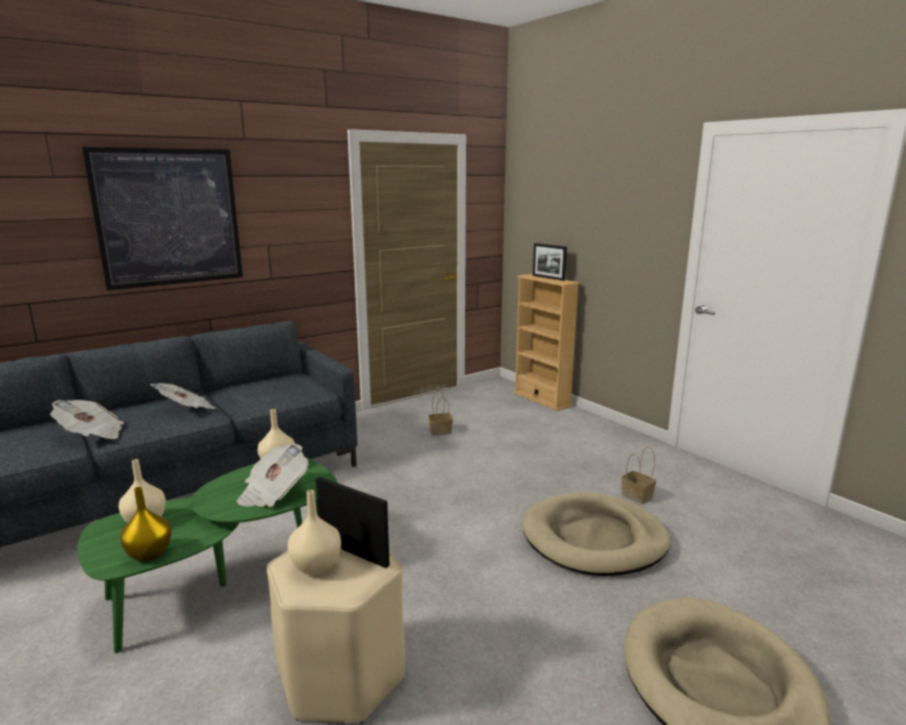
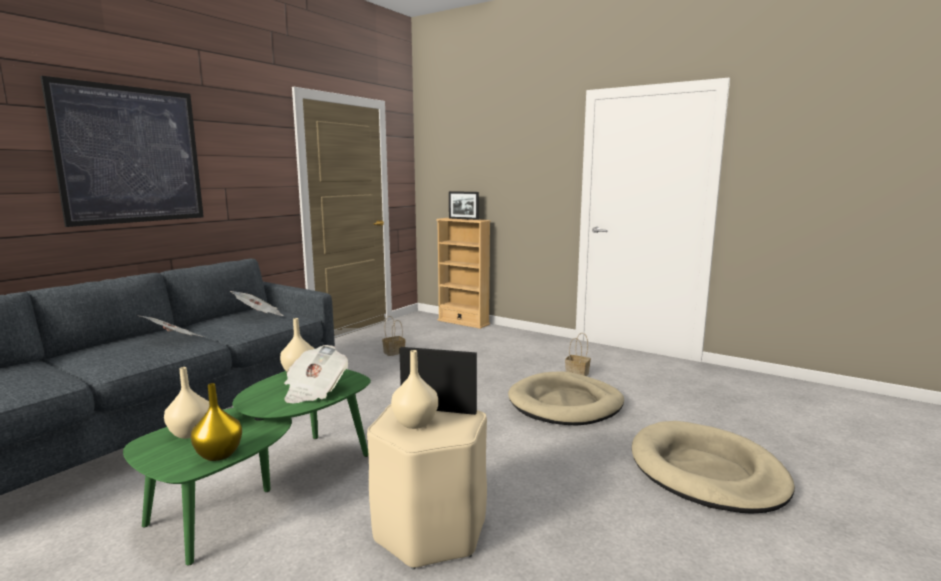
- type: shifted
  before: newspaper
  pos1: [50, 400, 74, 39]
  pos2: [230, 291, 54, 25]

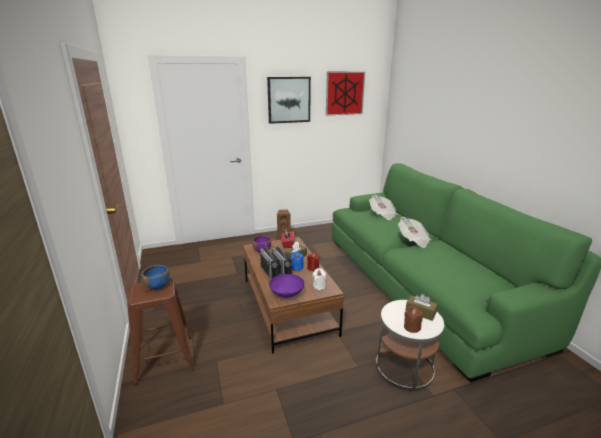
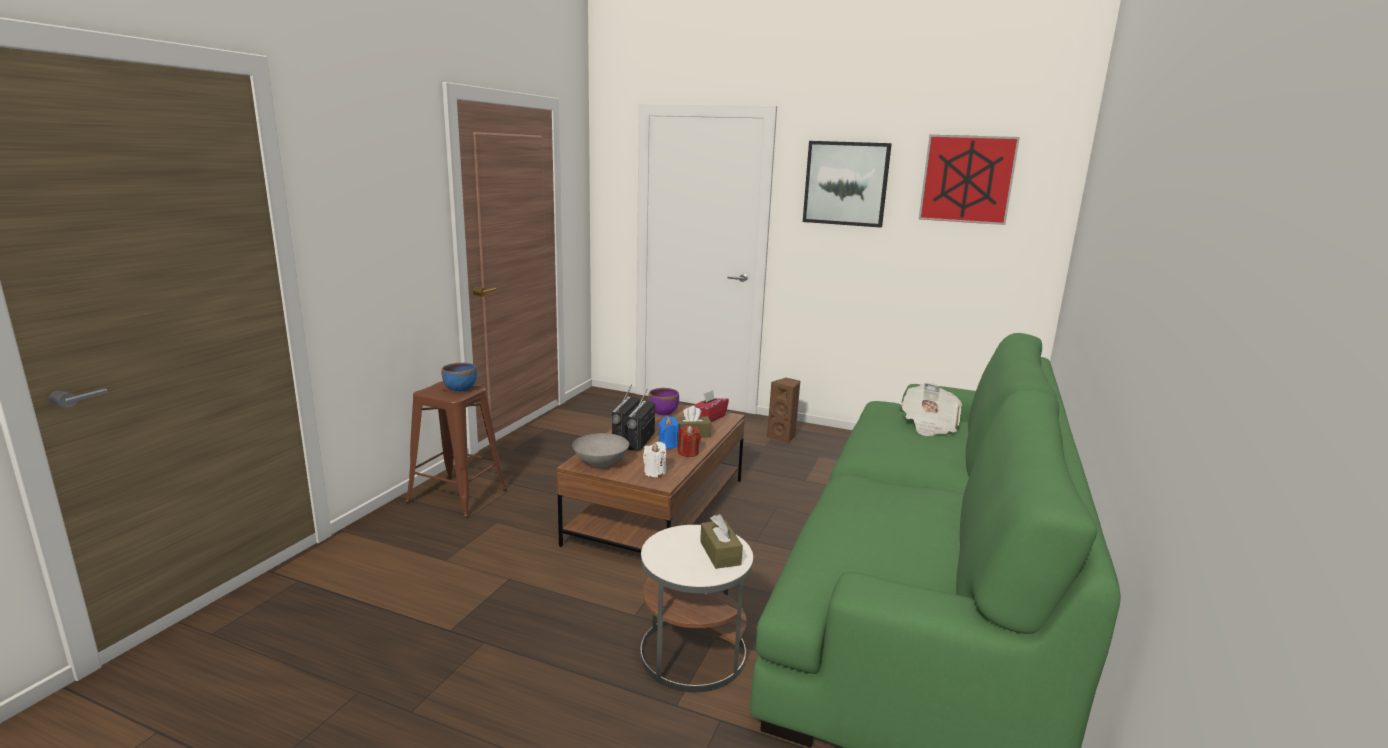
- type: repainted
  before: purple bowl
  after: grey bowl
  pos1: [269, 274, 36, 24]
  pos2: [572, 433, 57, 34]
- type: gone
  before: newspaper
  pos1: [398, 217, 33, 31]
- type: gone
  before: brown candle
  pos1: [404, 306, 19, 27]

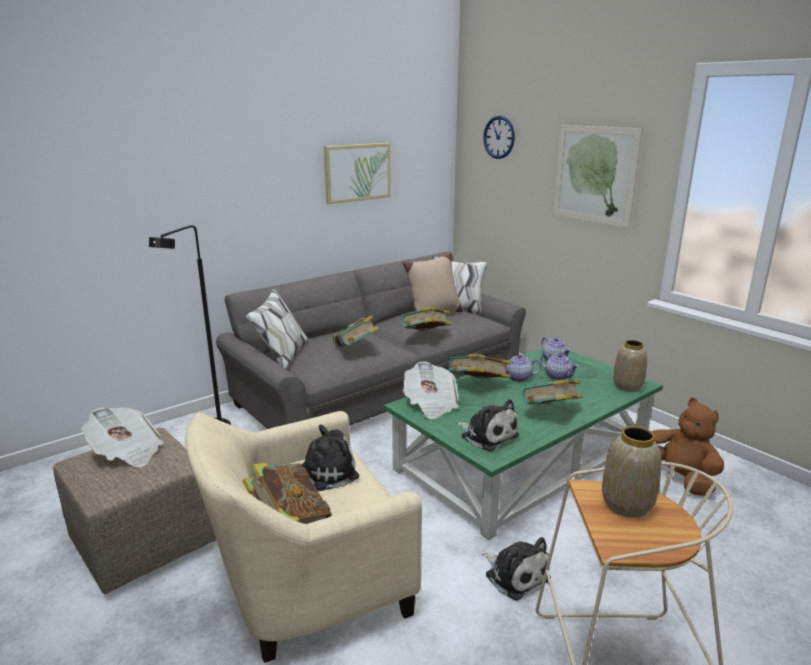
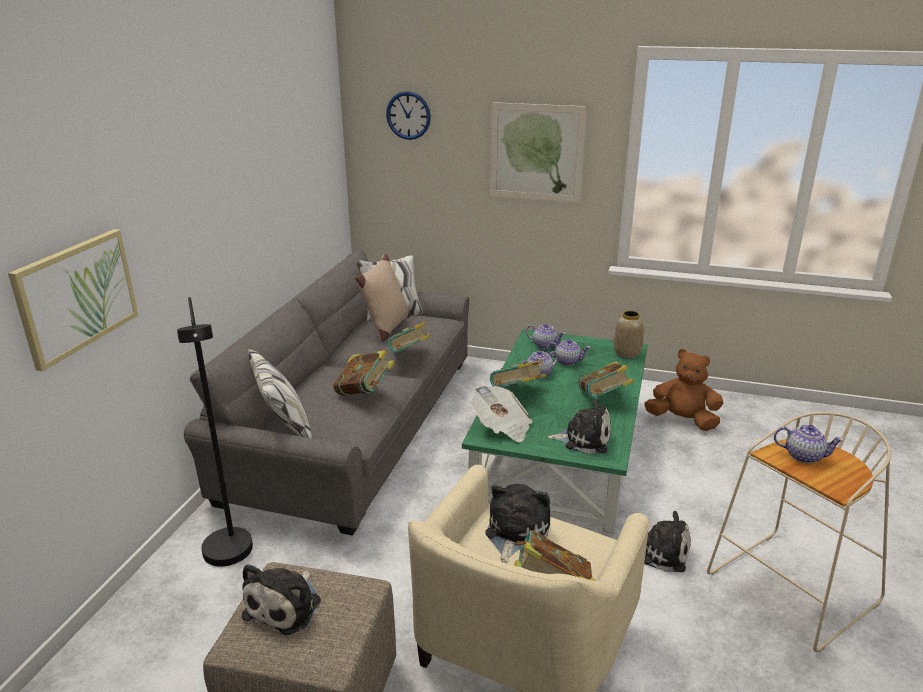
- type: shifted
  before: picture
  pos1: [324, 143, 67, 61]
  pos2: [8, 229, 130, 142]
- type: swapped
  before: newspaper
  after: plush toy
  pos1: [82, 407, 82, 60]
  pos2: [242, 564, 79, 71]
- type: swapped
  before: vase
  after: teapot
  pos1: [602, 426, 60, 92]
  pos2: [774, 425, 70, 38]

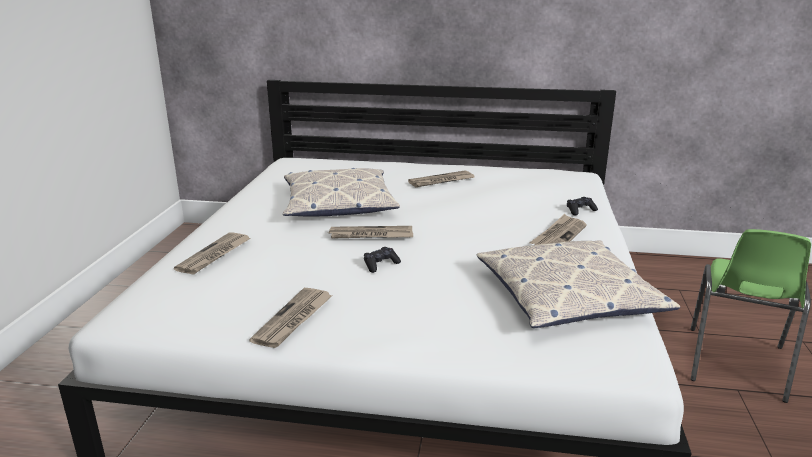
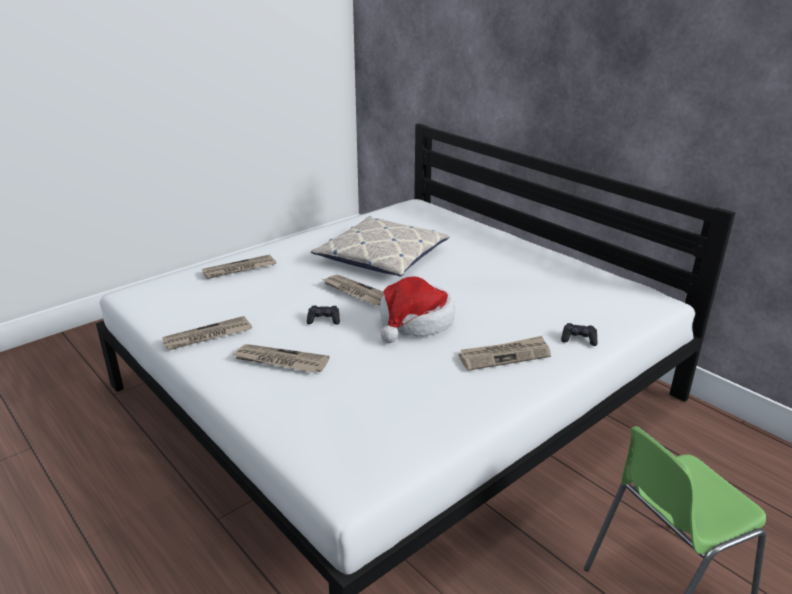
- type: shifted
  before: newspaper
  pos1: [408, 170, 67, 17]
  pos2: [234, 344, 95, 29]
- type: new
  after: hat
  pos2: [380, 276, 75, 67]
- type: gone
  before: pillow
  pos1: [477, 240, 203, 88]

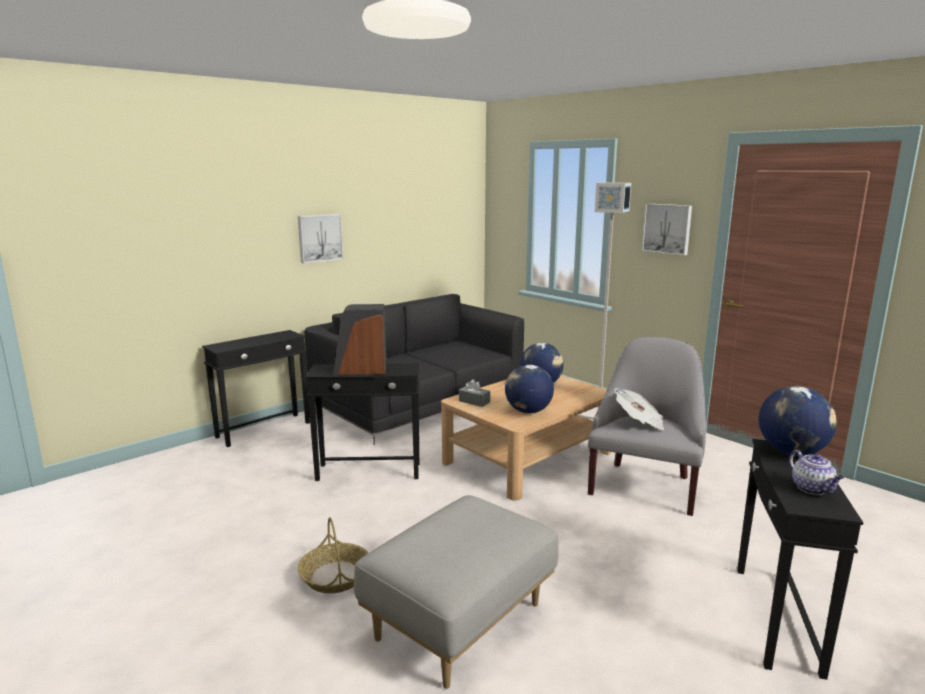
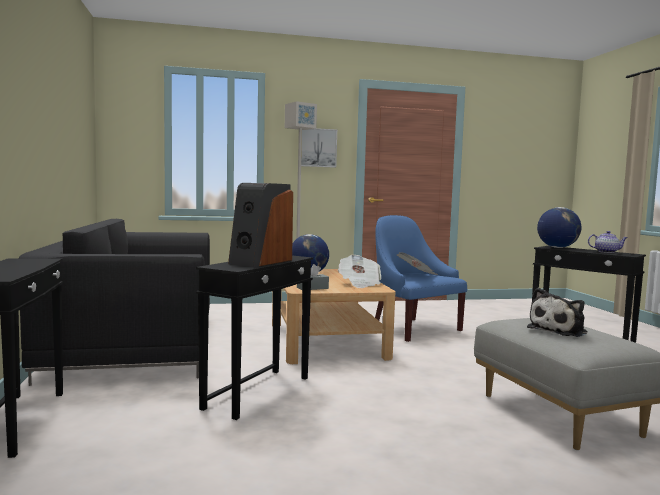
- type: swapped
  before: globe
  after: newspaper
  pos1: [505, 365, 49, 48]
  pos2: [338, 255, 43, 33]
- type: repainted
  before: grey armchair
  after: blue armchair
  pos1: [588, 337, 118, 179]
  pos2: [375, 215, 92, 127]
- type: new
  after: plush toy
  pos2: [527, 288, 60, 49]
- type: gone
  before: picture
  pos1: [298, 214, 45, 49]
- type: gone
  before: basket
  pos1: [298, 517, 70, 76]

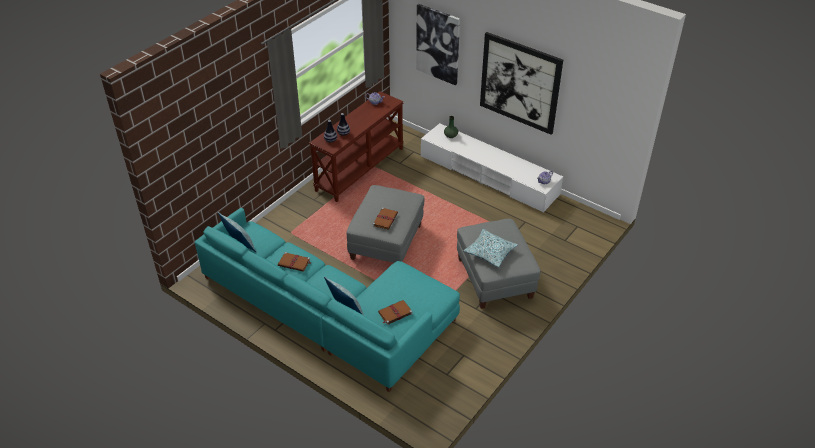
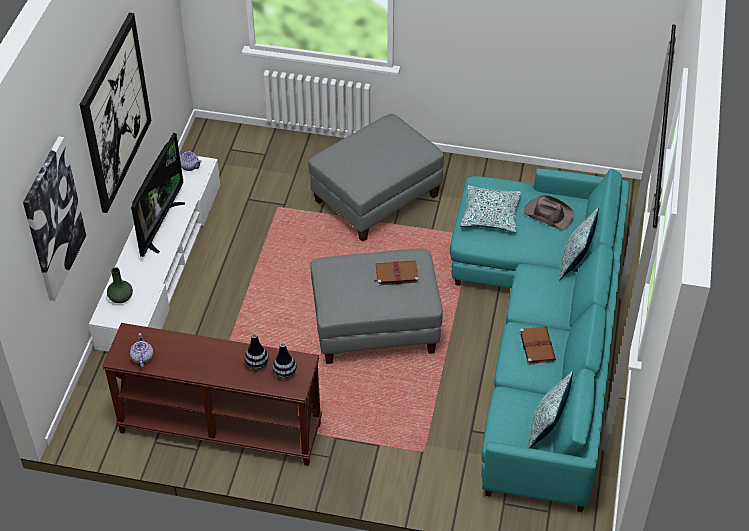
- type: new
  after: television
  pos2: [131, 133, 54, 124]
- type: shifted
  before: pillow
  pos1: [463, 229, 55, 38]
  pos2: [460, 185, 61, 48]
- type: swapped
  before: brown book
  after: brown hat
  pos1: [378, 300, 35, 25]
  pos2: [524, 195, 50, 35]

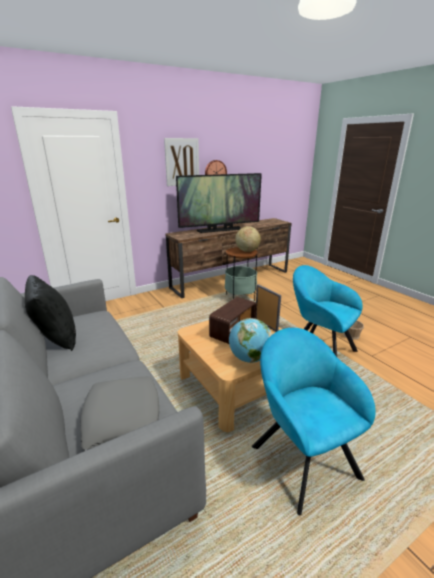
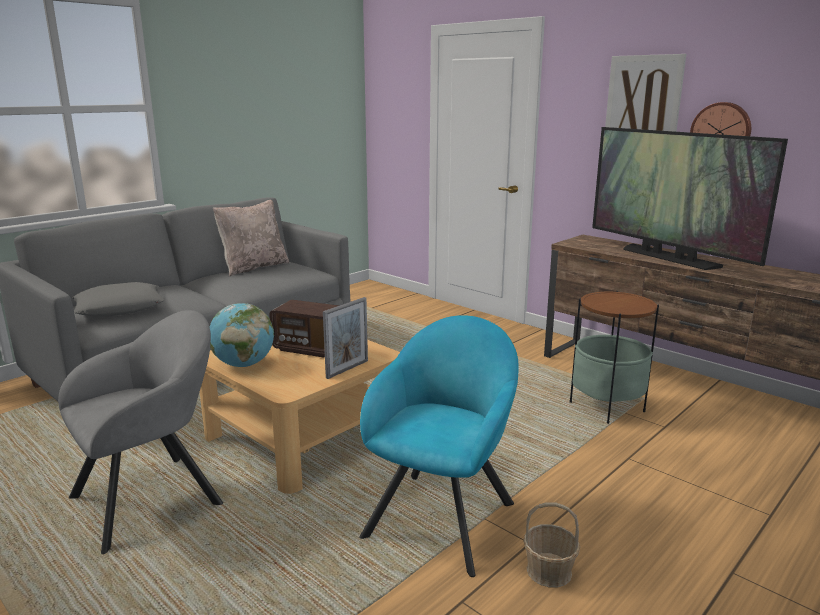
- type: repainted
  before: turquoise armchair
  after: grey armchair
  pos1: [252, 328, 124, 188]
  pos2: [58, 310, 165, 244]
- type: repainted
  before: black pillow
  after: beige pillow
  pos1: [24, 275, 52, 76]
  pos2: [213, 200, 76, 76]
- type: gone
  before: globe
  pos1: [235, 226, 26, 26]

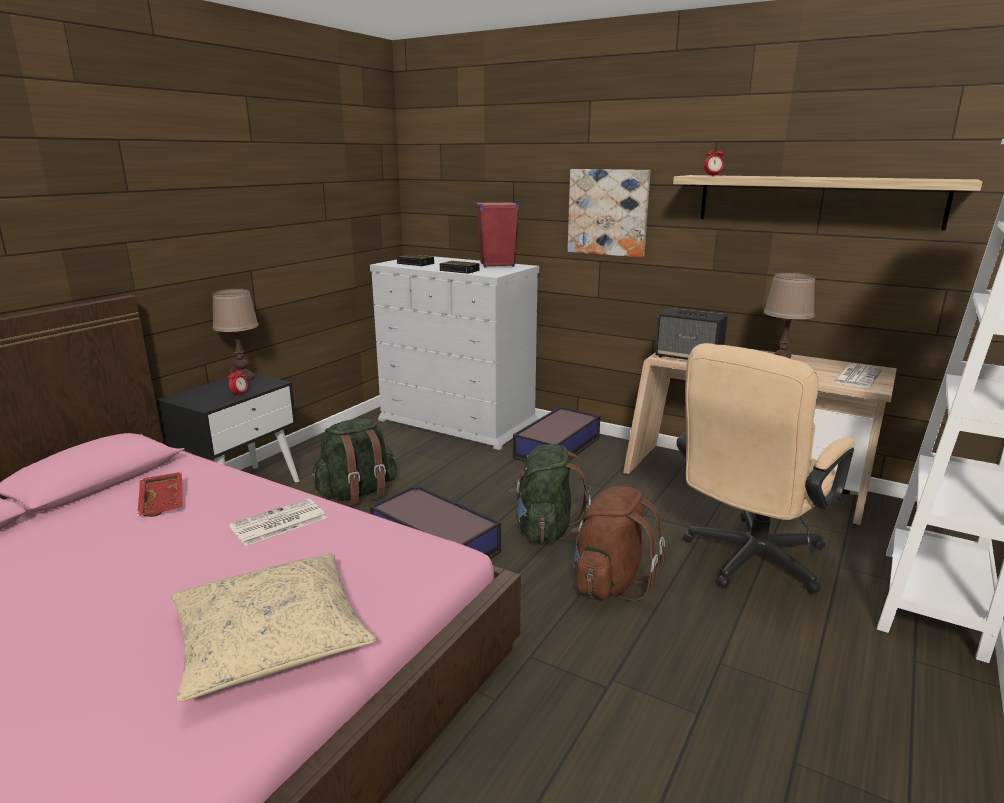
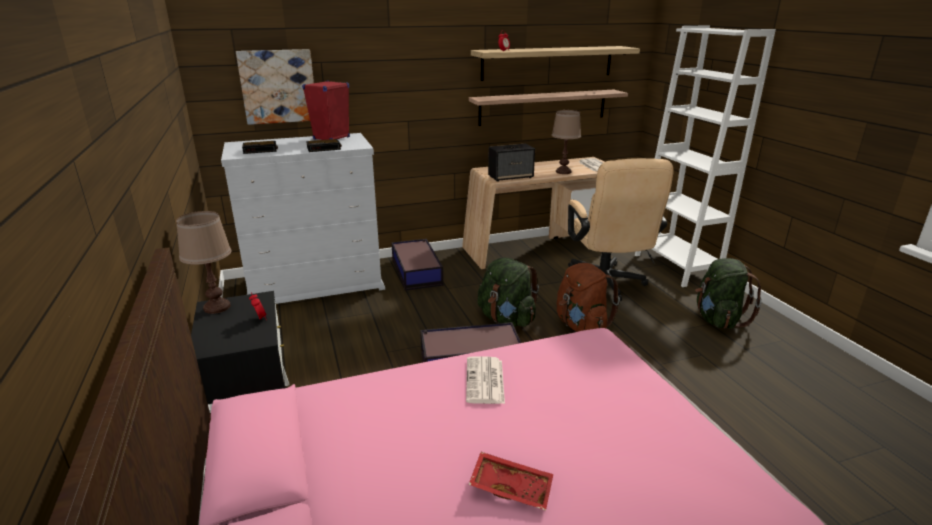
- type: shifted
  before: picture
  pos1: [568, 169, 82, 89]
  pos2: [236, 49, 78, 76]
- type: shifted
  before: red tray
  pos1: [137, 472, 45, 45]
  pos2: [468, 452, 85, 59]
- type: new
  after: shelf
  pos2: [469, 90, 159, 36]
- type: shifted
  before: green backpack
  pos1: [311, 419, 86, 88]
  pos2: [695, 258, 67, 71]
- type: gone
  before: beige pillow
  pos1: [171, 553, 206, 149]

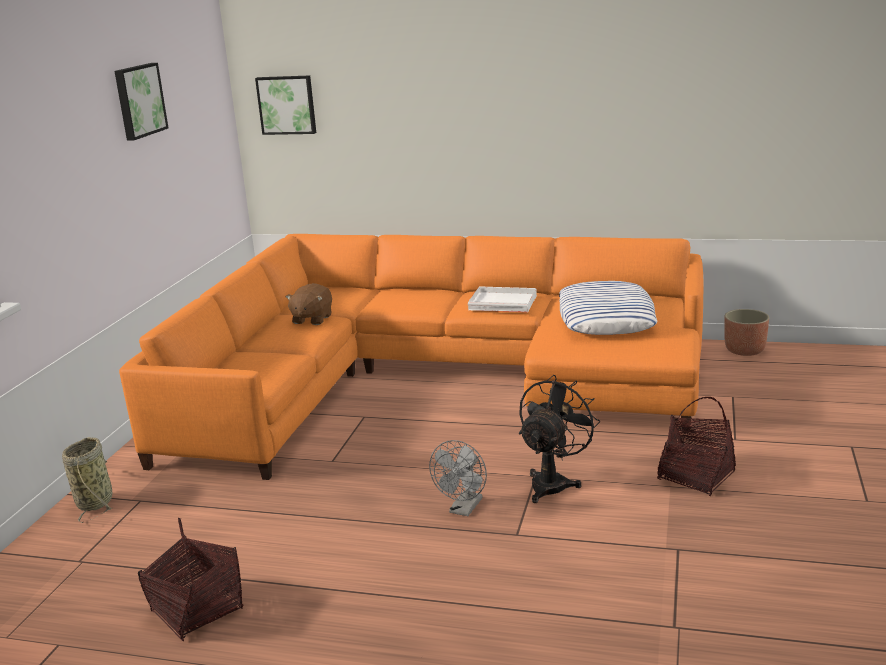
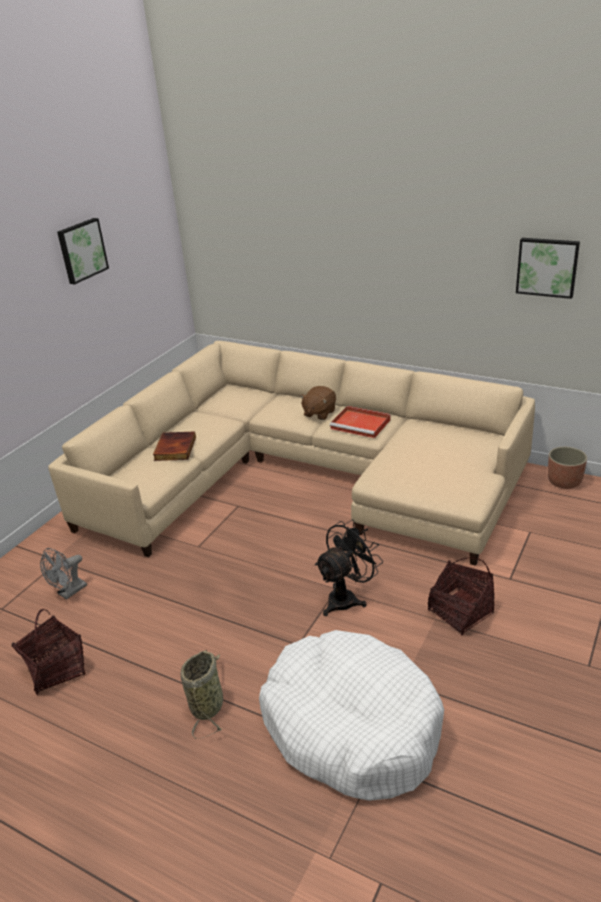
- type: shifted
  before: grey fan
  pos1: [429, 440, 58, 76]
  pos2: [40, 548, 47, 52]
- type: repainted
  before: orange sofa
  after: beige sofa
  pos1: [119, 234, 584, 246]
  pos2: [48, 341, 487, 225]
- type: new
  after: book
  pos2: [153, 432, 43, 29]
- type: shifted
  before: basket
  pos1: [62, 437, 51, 86]
  pos2: [180, 650, 43, 89]
- type: new
  after: white dog bed
  pos2: [259, 630, 185, 171]
- type: shifted
  before: brown plush toy
  pos1: [285, 283, 47, 42]
  pos2: [300, 386, 36, 34]
- type: repainted
  before: white tray
  after: red tray
  pos1: [468, 286, 69, 27]
  pos2: [330, 406, 61, 32]
- type: shifted
  before: picture
  pos1: [255, 75, 61, 60]
  pos2: [516, 238, 64, 61]
- type: gone
  before: pillow
  pos1: [559, 281, 98, 54]

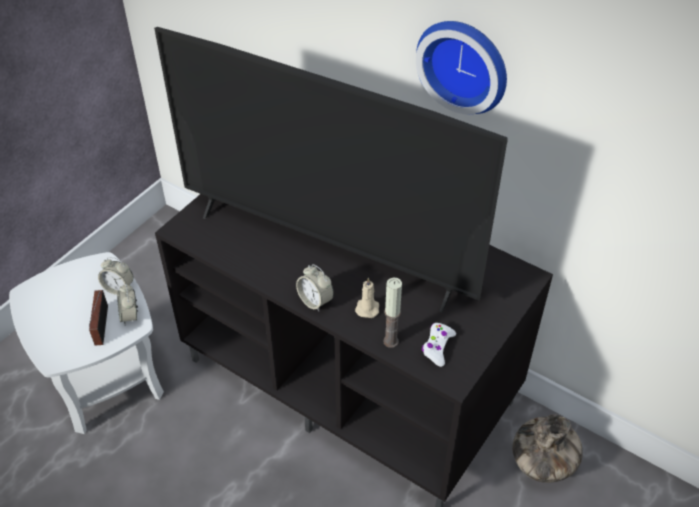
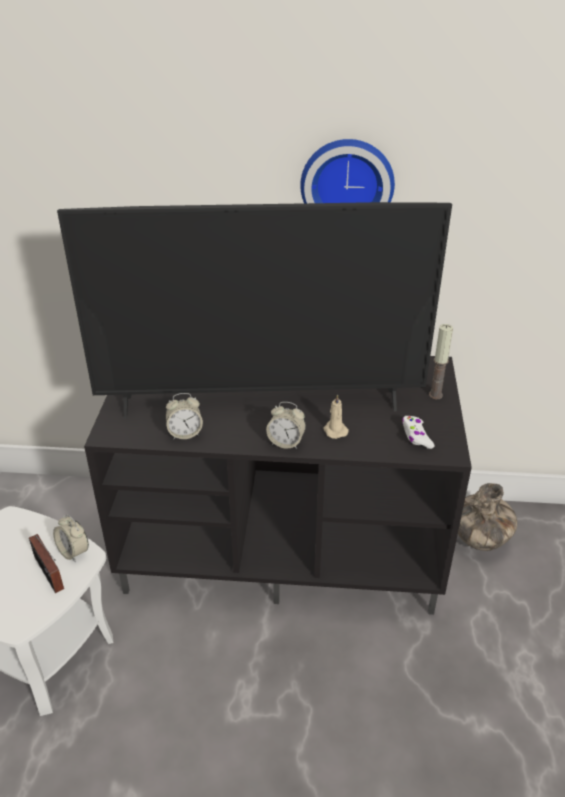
- type: shifted
  before: alarm clock
  pos1: [98, 257, 35, 38]
  pos2: [166, 393, 37, 47]
- type: shifted
  before: candle
  pos1: [383, 278, 19, 70]
  pos2: [429, 324, 24, 75]

